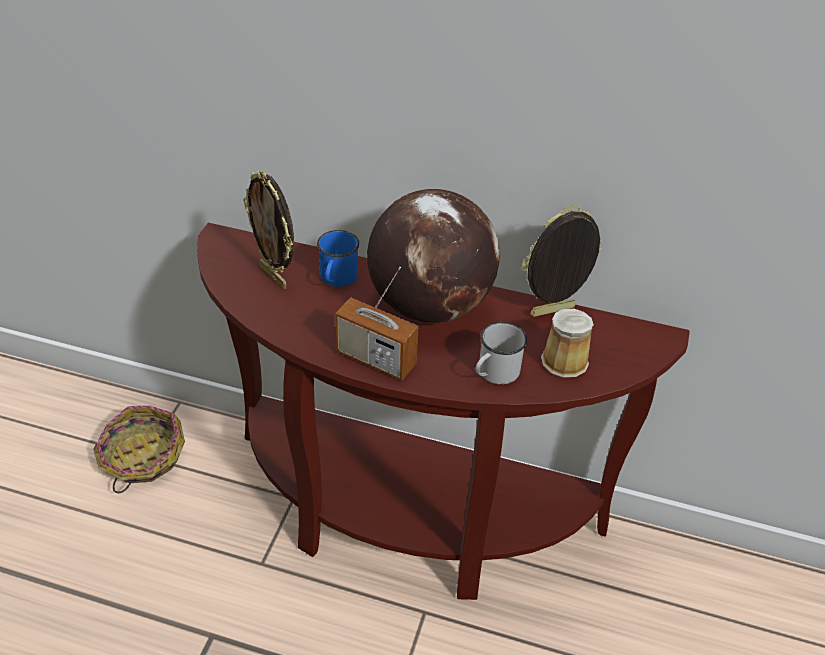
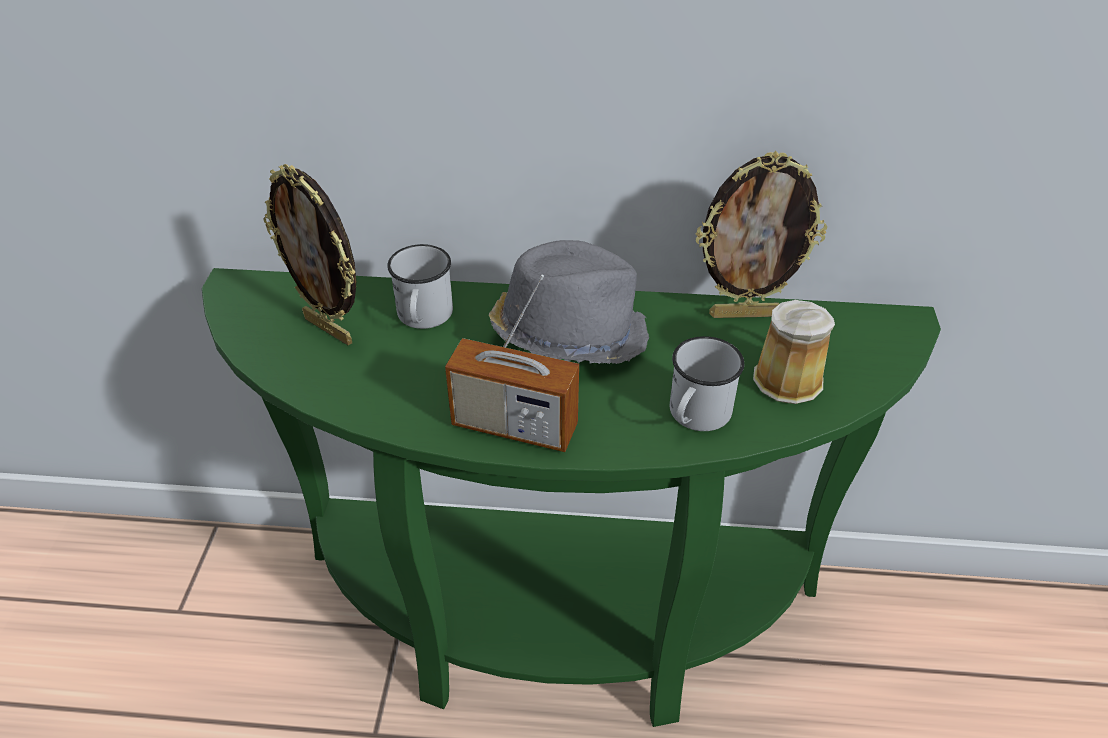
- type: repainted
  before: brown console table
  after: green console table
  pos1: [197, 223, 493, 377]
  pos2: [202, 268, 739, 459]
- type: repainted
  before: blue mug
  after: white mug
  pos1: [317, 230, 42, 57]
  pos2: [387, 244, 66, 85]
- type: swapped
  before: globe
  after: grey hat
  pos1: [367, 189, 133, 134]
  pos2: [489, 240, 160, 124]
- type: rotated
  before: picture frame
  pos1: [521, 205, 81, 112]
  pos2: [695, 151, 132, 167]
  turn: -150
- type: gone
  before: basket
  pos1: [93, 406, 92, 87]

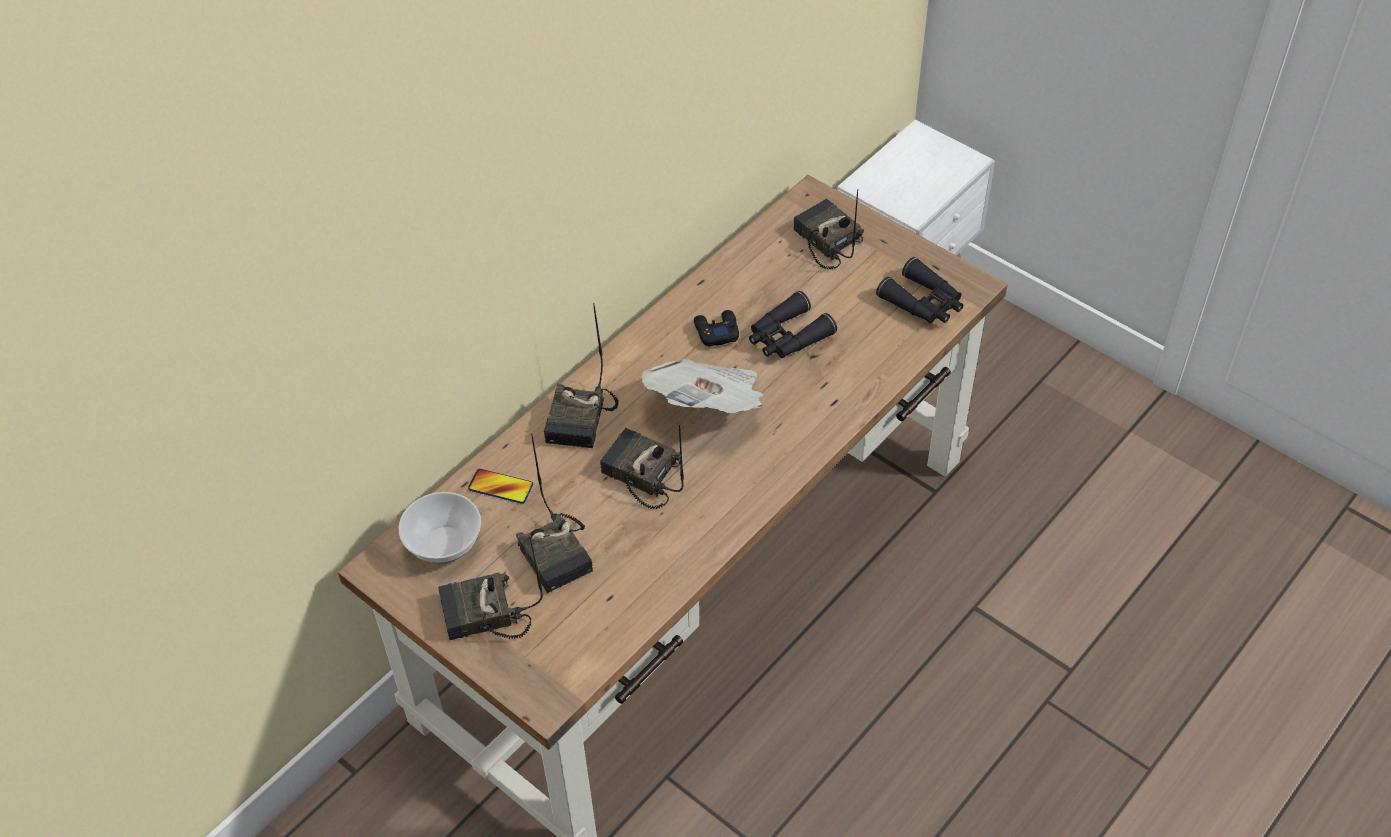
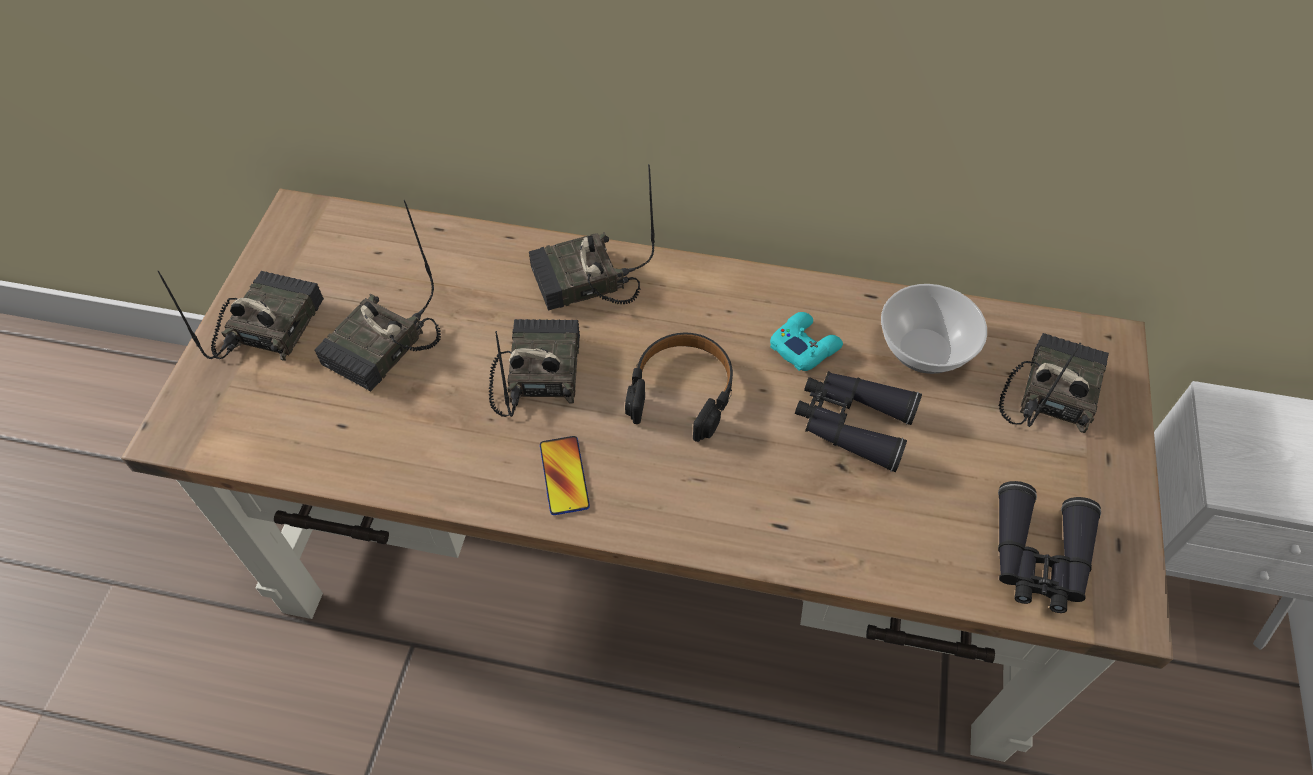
- type: rotated
  before: radio
  pos1: [438, 537, 105, 103]
  pos2: [157, 271, 167, 90]
  turn: 60
- type: shifted
  before: phone
  pos1: [468, 469, 65, 35]
  pos2: [540, 436, 50, 79]
- type: swapped
  before: newspaper
  after: black headphones
  pos1: [641, 359, 122, 54]
  pos2: [625, 333, 108, 109]
- type: repainted
  before: black game controller
  after: turquoise game controller
  pos1: [694, 310, 45, 37]
  pos2: [770, 312, 73, 59]
- type: shifted
  before: bowl
  pos1: [399, 492, 82, 72]
  pos2: [881, 284, 106, 90]

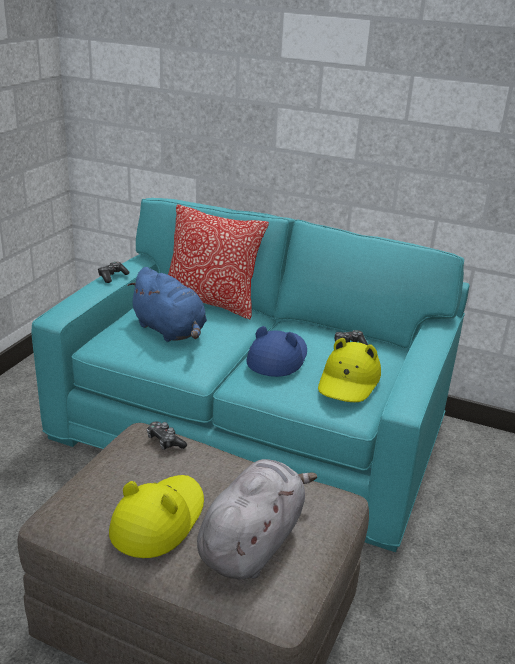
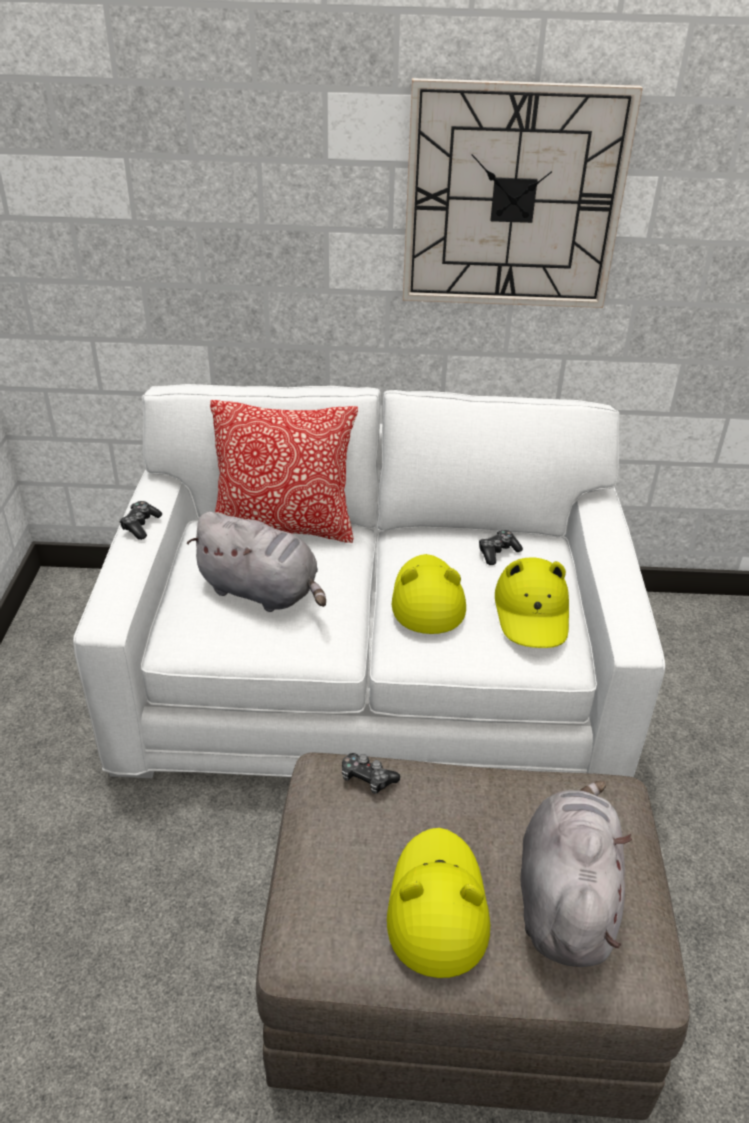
- type: repainted
  before: turquoise sofa
  after: white sofa
  pos1: [32, 198, 438, 354]
  pos2: [73, 384, 592, 394]
- type: repainted
  before: blue plush toy
  after: grey plush toy
  pos1: [127, 267, 80, 75]
  pos2: [187, 512, 139, 100]
- type: repainted
  before: blue hat
  after: yellow hat
  pos1: [247, 326, 60, 51]
  pos2: [392, 554, 74, 80]
- type: new
  after: wall clock
  pos2: [403, 78, 240, 230]

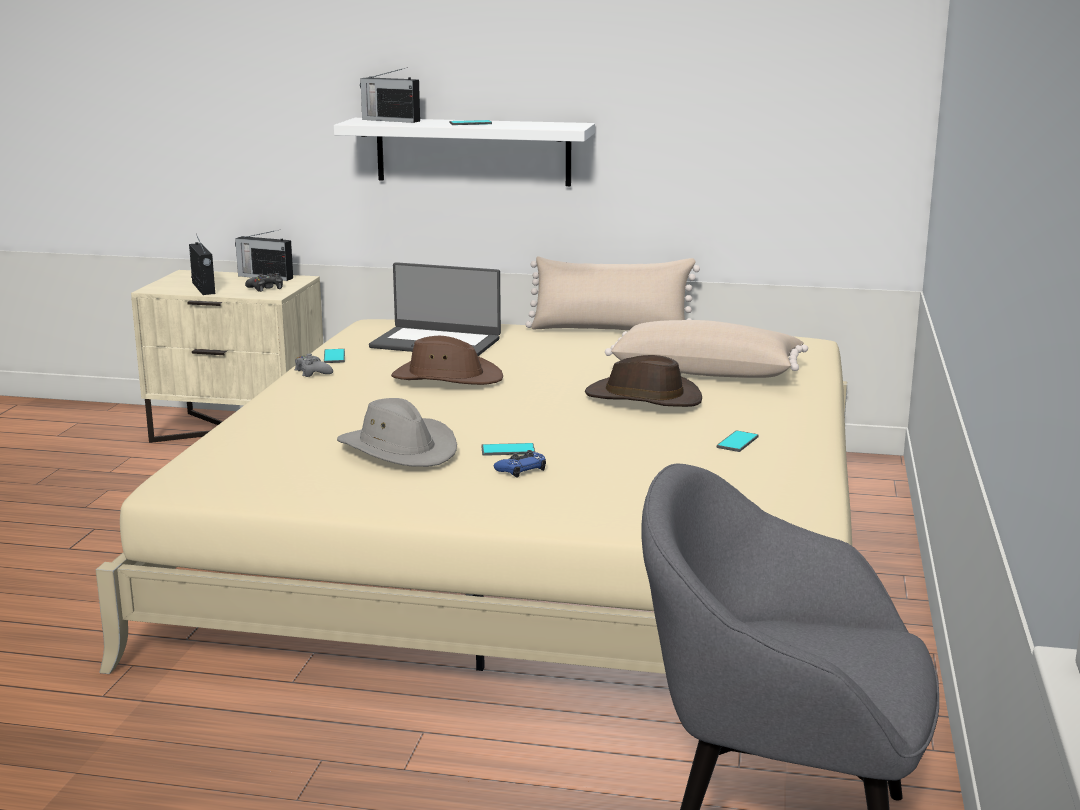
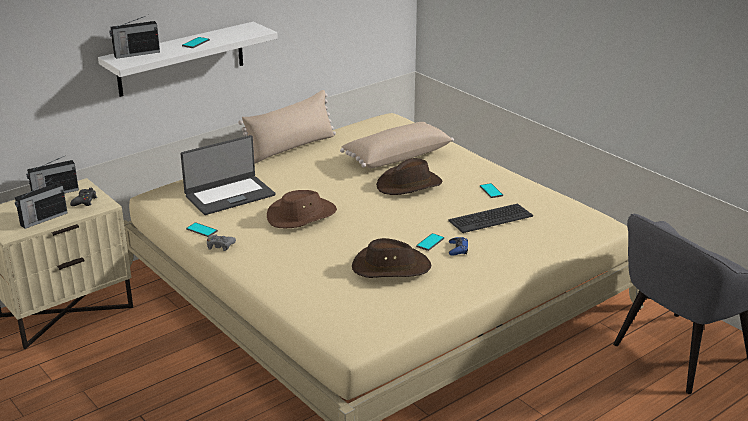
- type: rotated
  before: radio
  pos1: [189, 234, 26, 61]
  pos2: [15, 180, 53, 49]
  turn: 120
- type: repainted
  before: grey hat
  after: brown hat
  pos1: [337, 398, 120, 69]
  pos2: [352, 238, 79, 40]
- type: new
  after: keyboard
  pos2: [448, 203, 85, 30]

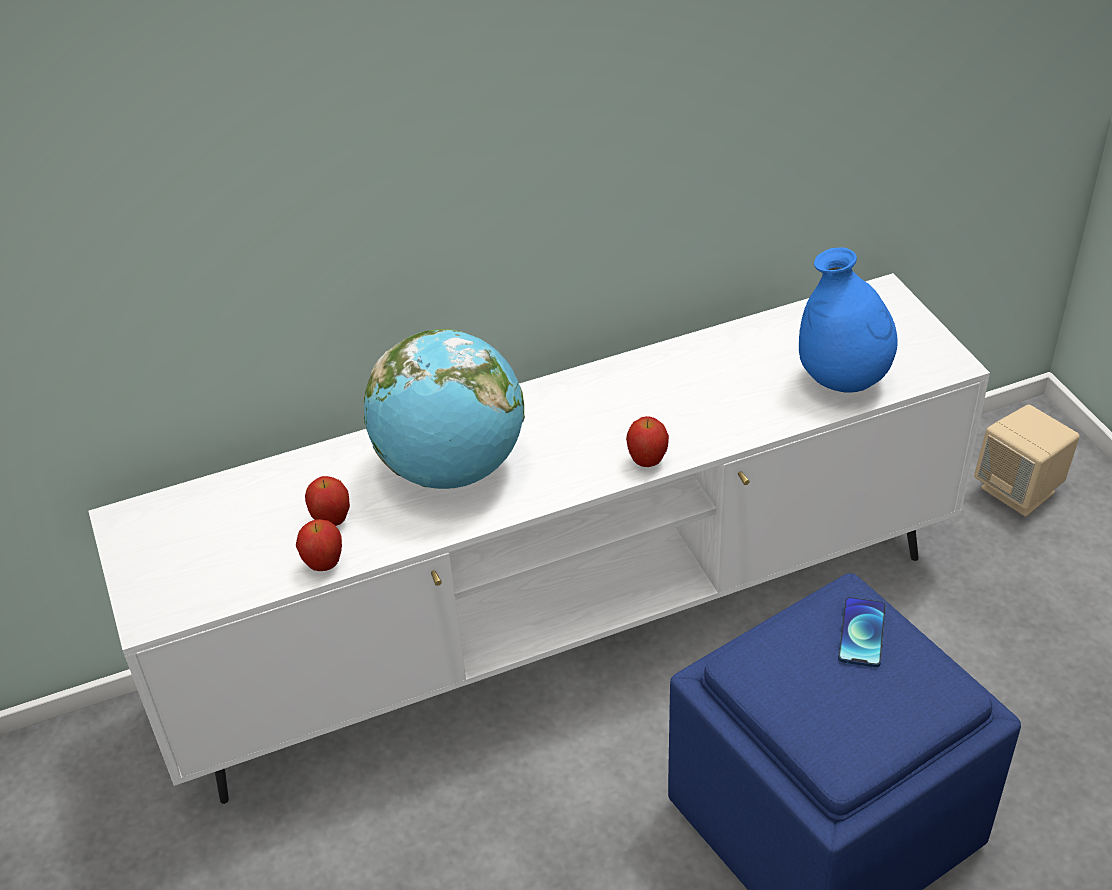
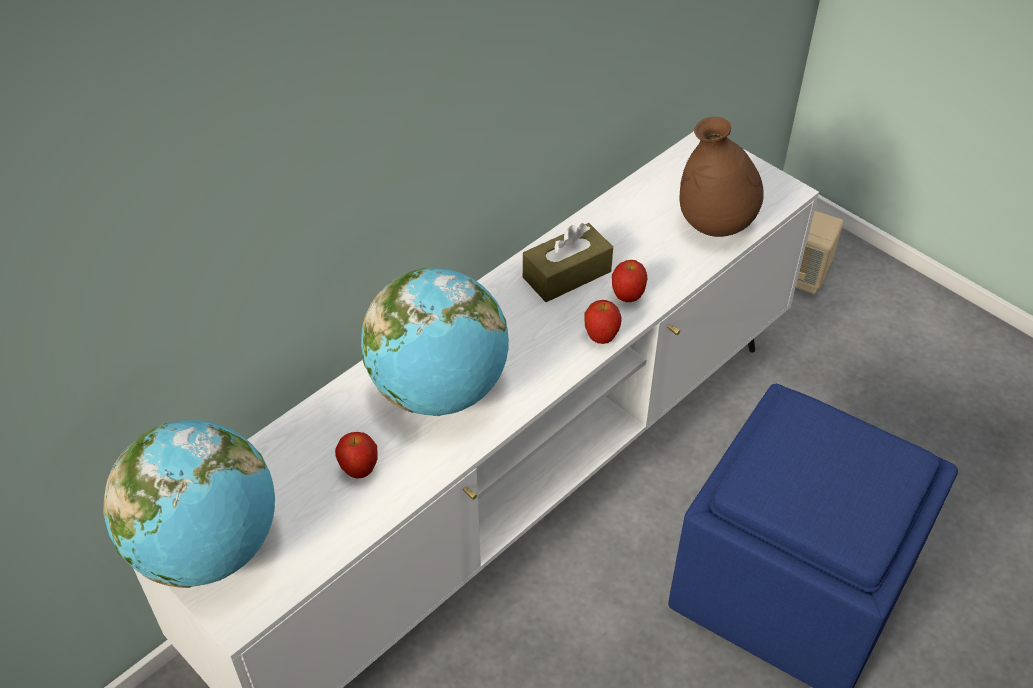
- type: new
  after: globe
  pos2: [103, 420, 172, 168]
- type: new
  after: brown tissue box
  pos2: [523, 223, 90, 79]
- type: shifted
  before: apple
  pos1: [296, 519, 46, 52]
  pos2: [612, 260, 35, 42]
- type: repainted
  before: blue vase
  after: brown vase
  pos1: [799, 247, 99, 146]
  pos2: [680, 117, 84, 120]
- type: gone
  before: phone
  pos1: [838, 597, 48, 70]

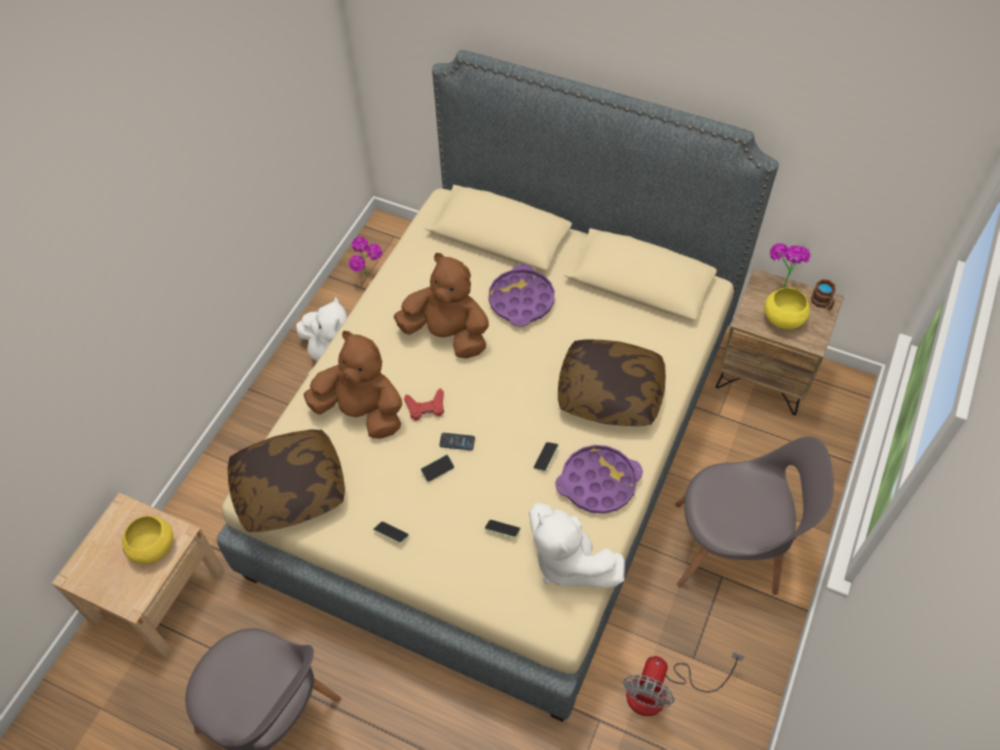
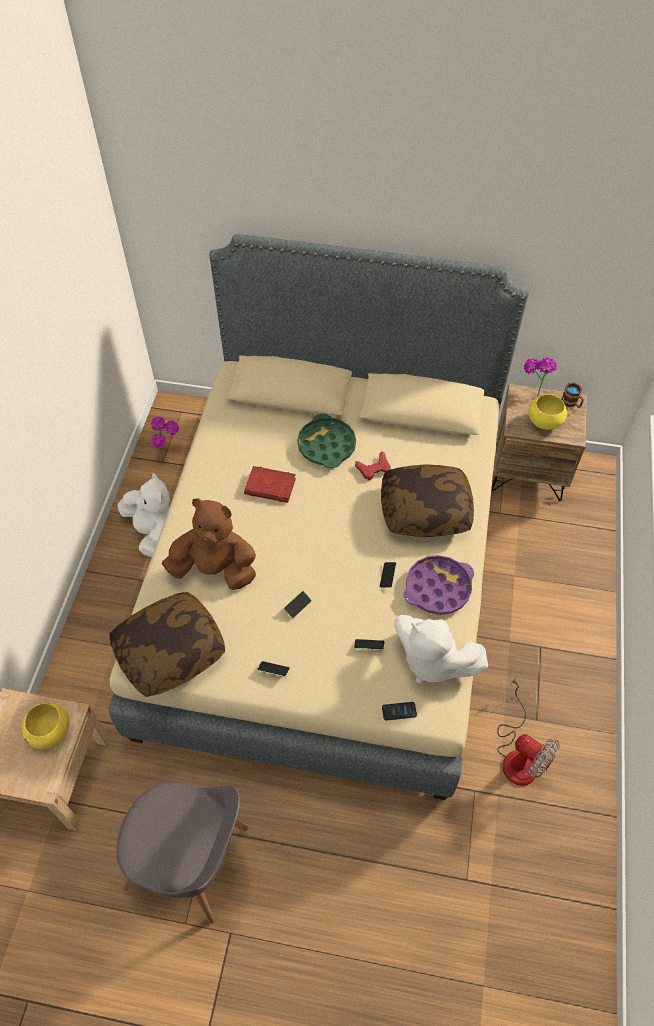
- type: swapped
  before: brown plush toy
  after: red book
  pos1: [393, 253, 96, 105]
  pos2: [244, 466, 52, 37]
- type: repainted
  before: purple tray
  after: green tray
  pos1: [489, 264, 66, 63]
  pos2: [297, 413, 59, 55]
- type: shifted
  before: red game controller
  pos1: [404, 388, 40, 33]
  pos2: [355, 451, 36, 29]
- type: shifted
  before: phone
  pos1: [439, 433, 36, 17]
  pos2: [382, 702, 35, 19]
- type: rotated
  before: fan
  pos1: [622, 652, 122, 64]
  pos2: [497, 675, 63, 111]
  turn: -60
- type: gone
  before: grey chair
  pos1: [675, 436, 159, 159]

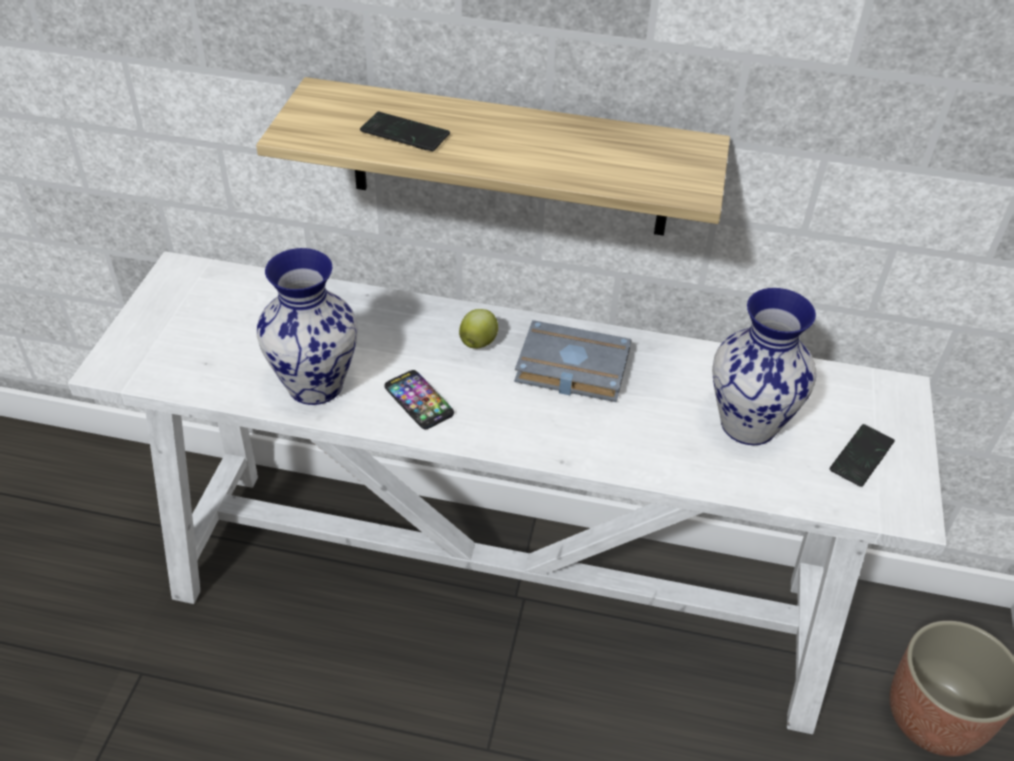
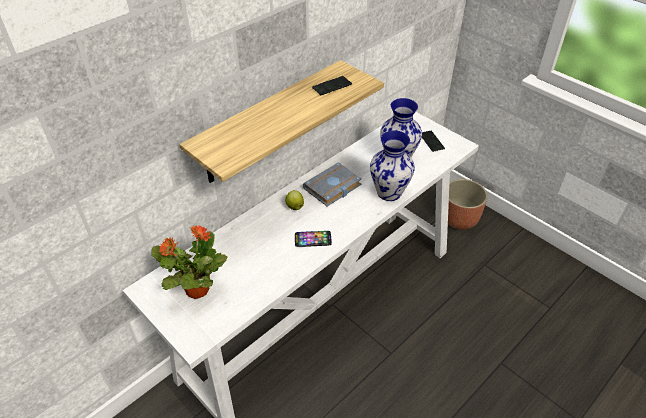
- type: new
  after: potted plant
  pos2: [151, 225, 77, 74]
- type: shifted
  before: phone
  pos1: [360, 112, 90, 39]
  pos2: [312, 76, 40, 19]
- type: shifted
  before: vase
  pos1: [257, 248, 101, 157]
  pos2: [370, 130, 45, 71]

